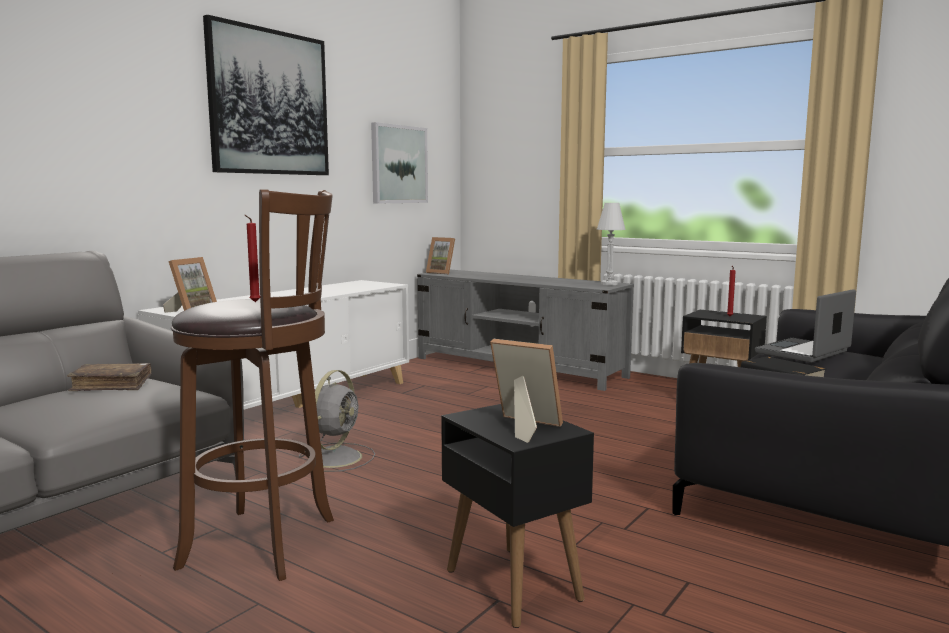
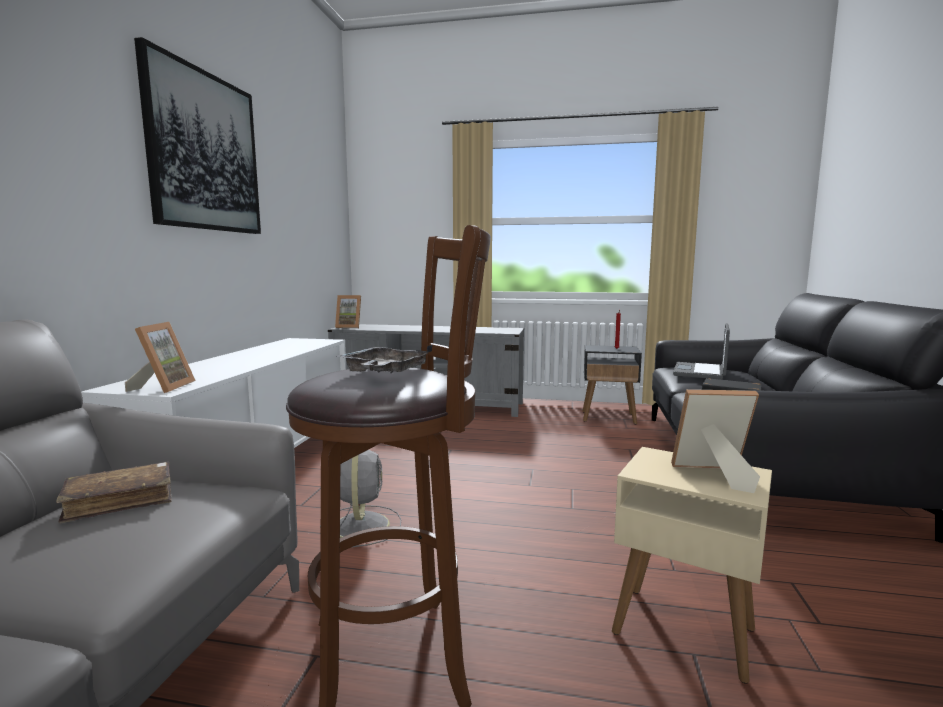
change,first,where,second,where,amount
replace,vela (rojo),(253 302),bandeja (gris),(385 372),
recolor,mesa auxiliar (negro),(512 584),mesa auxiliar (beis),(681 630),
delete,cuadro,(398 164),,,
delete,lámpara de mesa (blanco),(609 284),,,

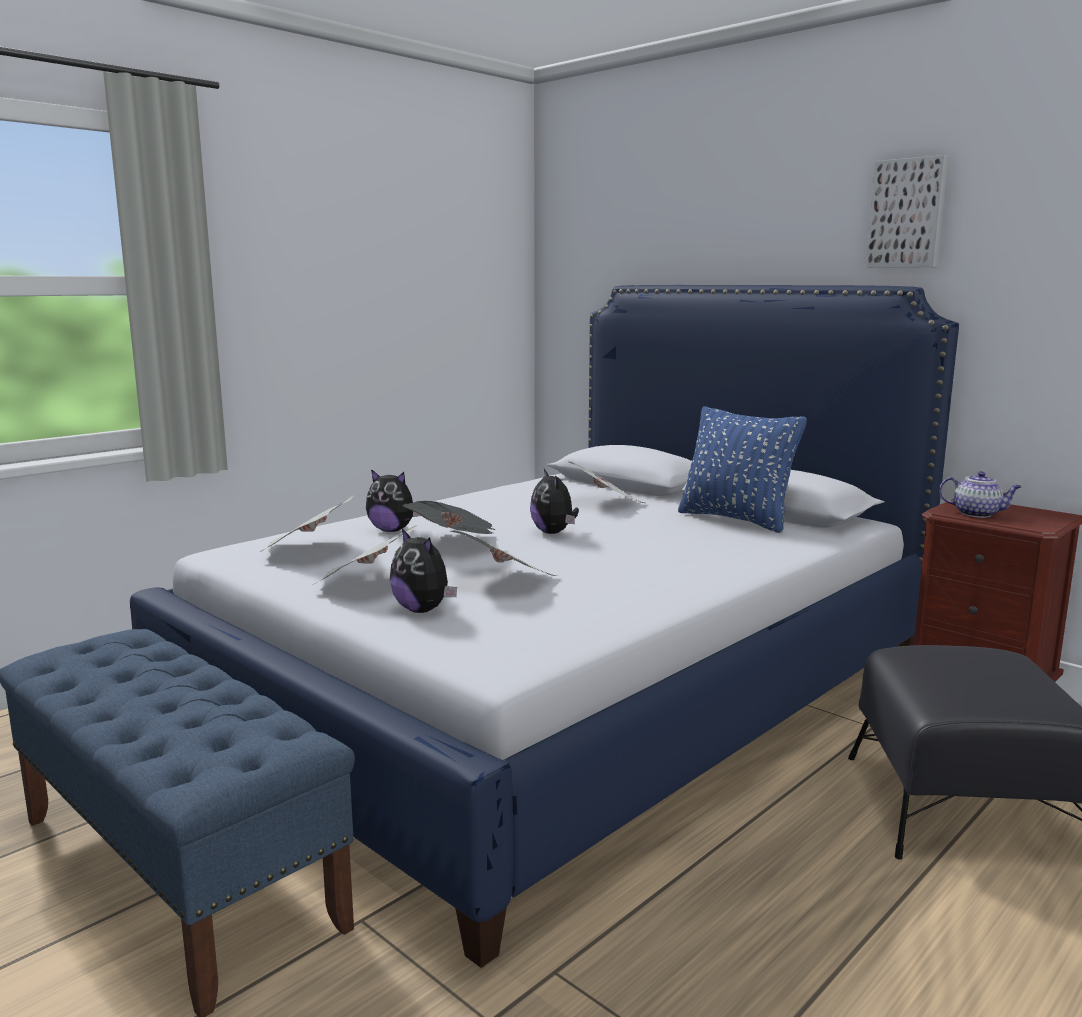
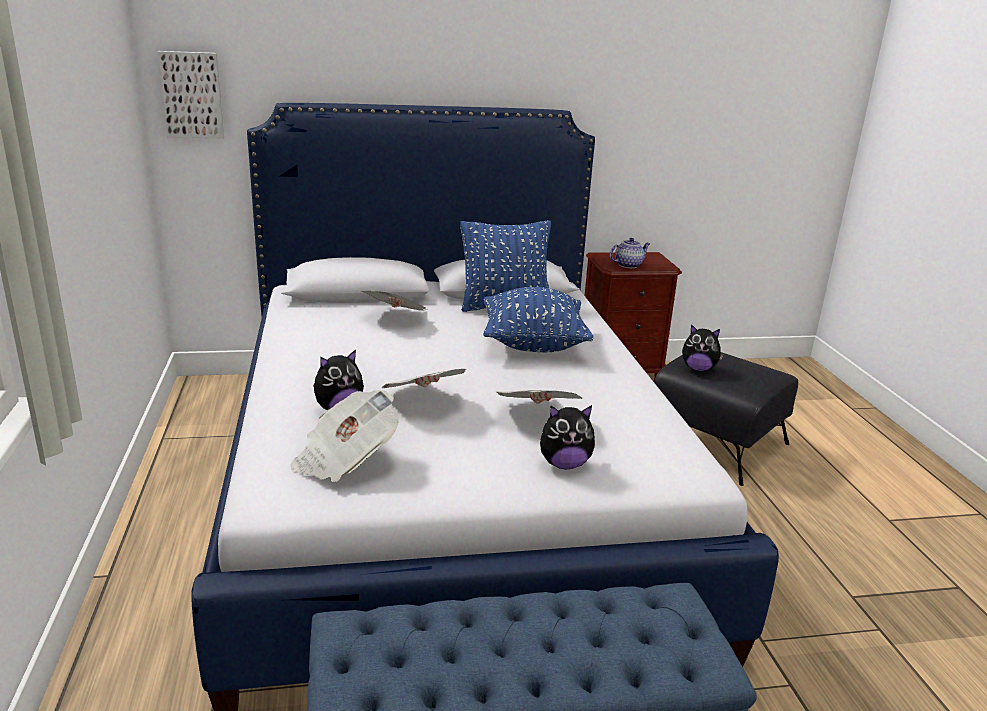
change,first,where,second,where,amount
move,cuadro,(908 214),,(192 95),
insert,,,cojín (azul),(533 344),
move,peluche,(554 532),,(698 369),
delete,periódico,(366 583),,,

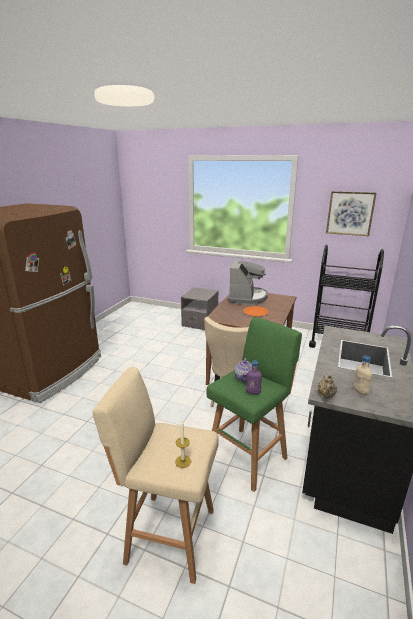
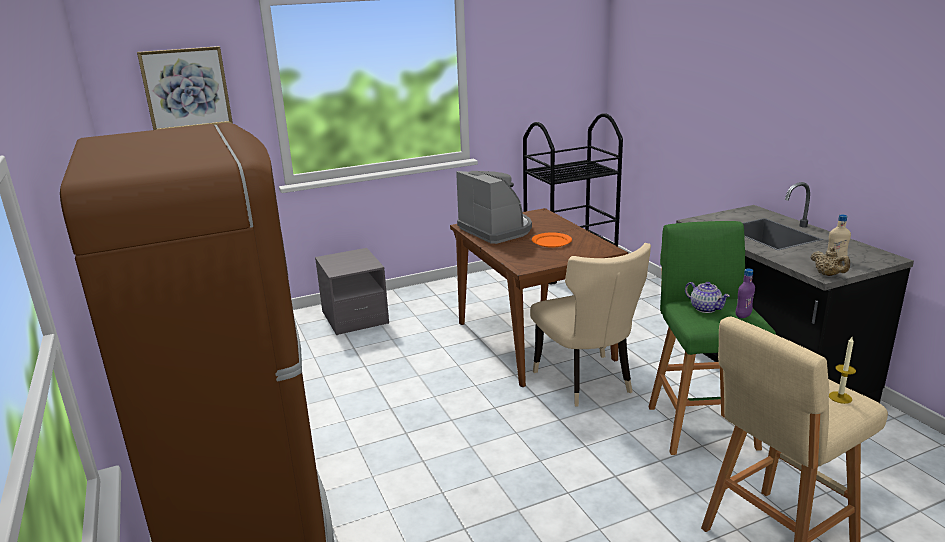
change,first,where,second,where,amount
move,cuadro,(350 213),,(186 88),

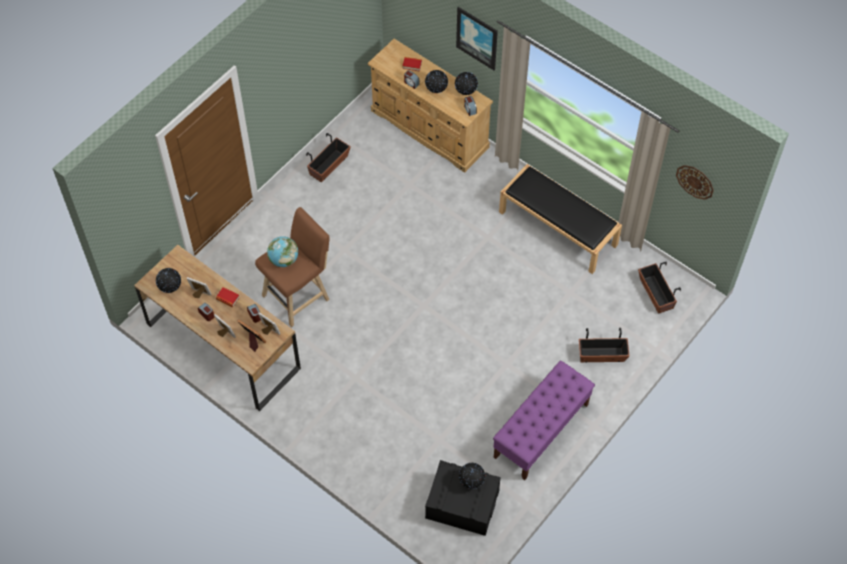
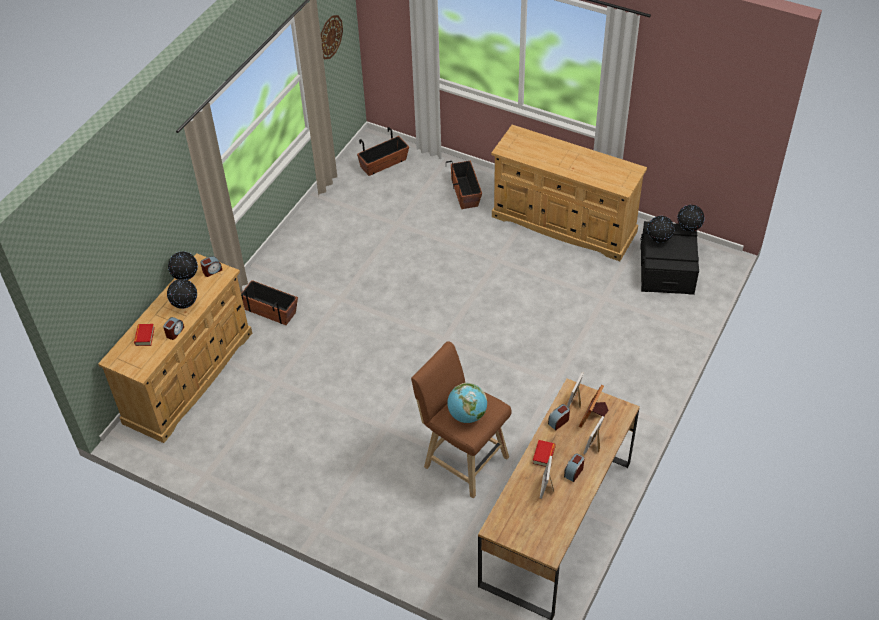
change,first,where,second,where,amount
move,maceta,(329 166),,(270 310),
replace,banco (morado),(541 431),cómoda (beis),(564 224),
move,globo terráqueo,(170 288),,(688 230),
delete,cuadro,(477 38),,,
delete,banco (negro),(558 228),,,

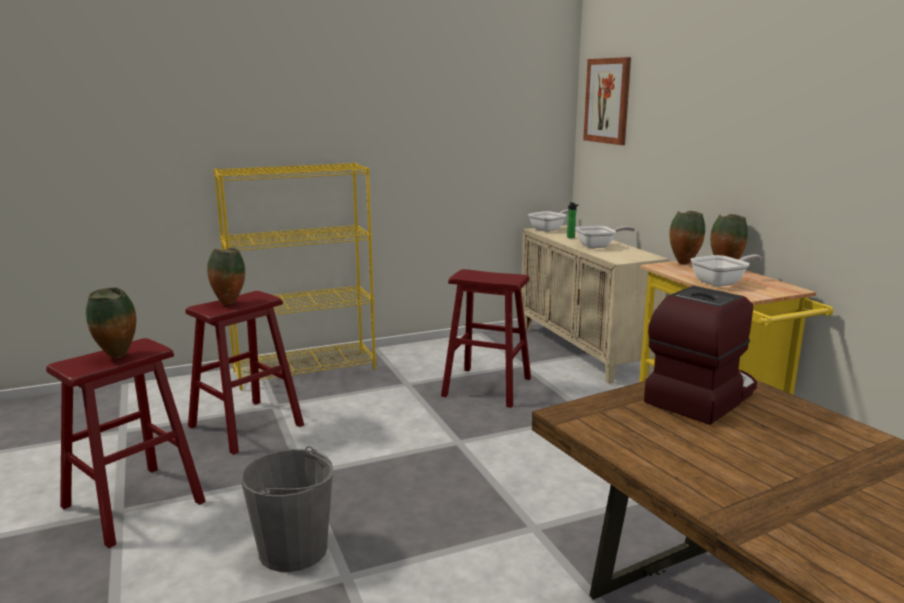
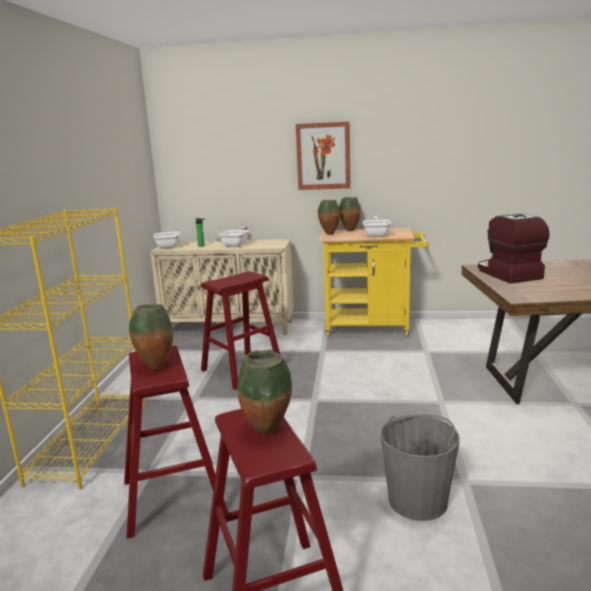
change,first,where,second,where,amount
move,cuadro,(607 101),,(323 156),

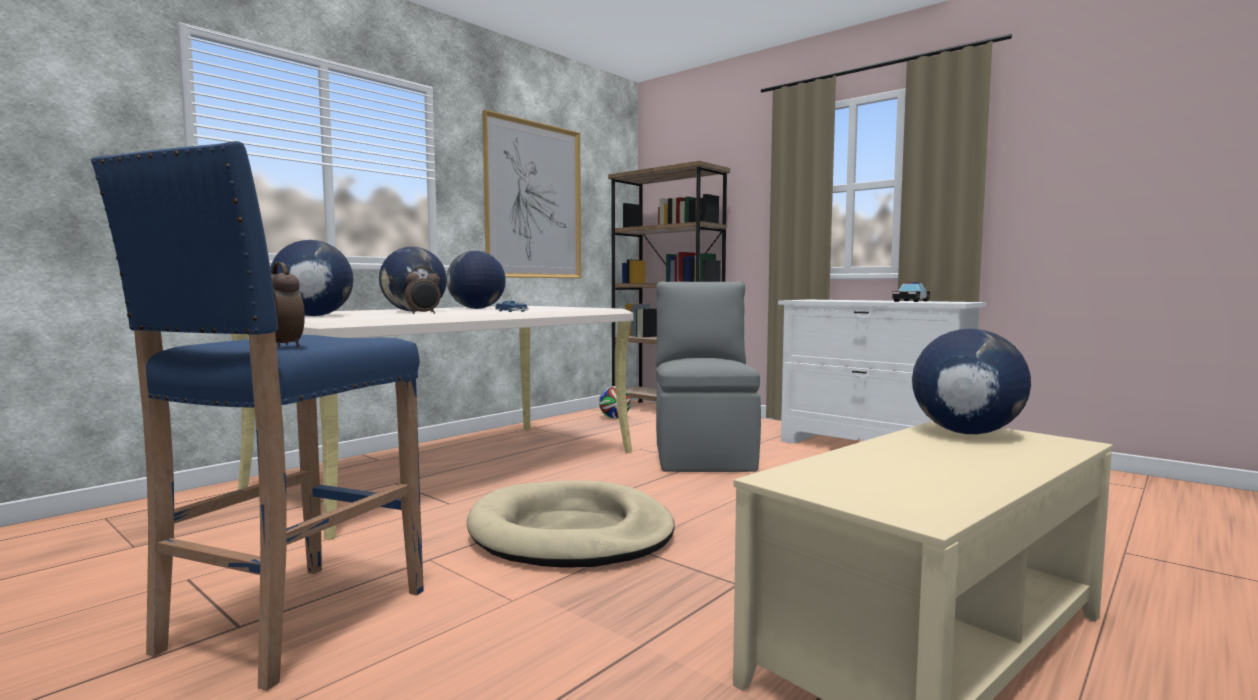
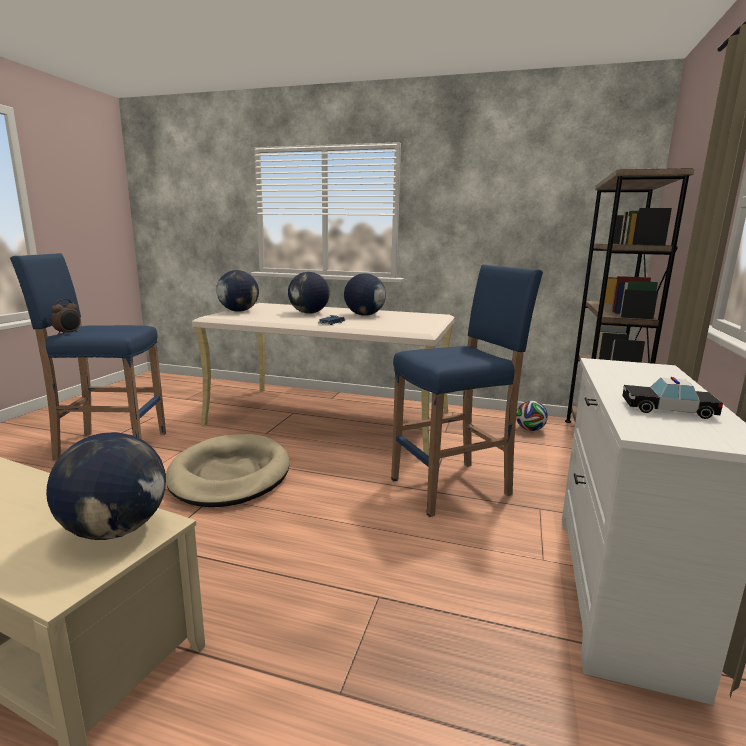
change,first,where,second,where,amount
replace,silla (gris),(703 455),taburete (azul),(453 487),
delete,despertador,(423 313),,,
delete,cuadro,(534 201),,,

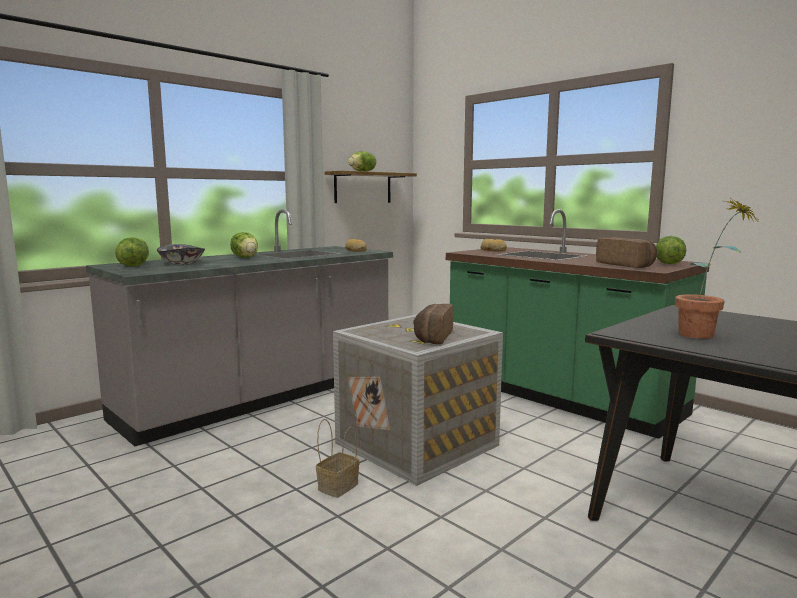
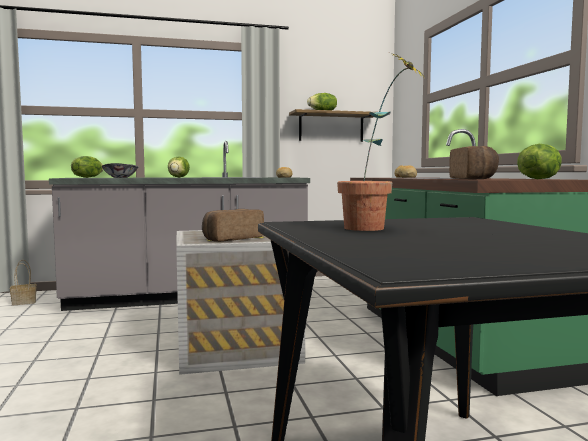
change,first,where,second,where,amount
move,cesta,(338 486),,(25 302),

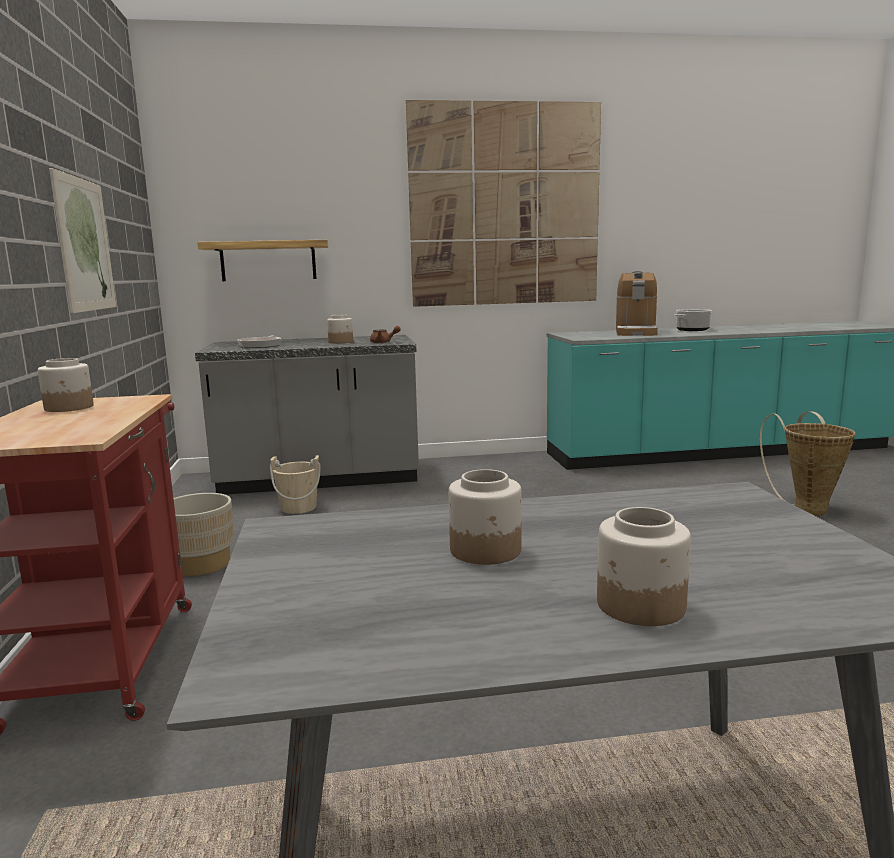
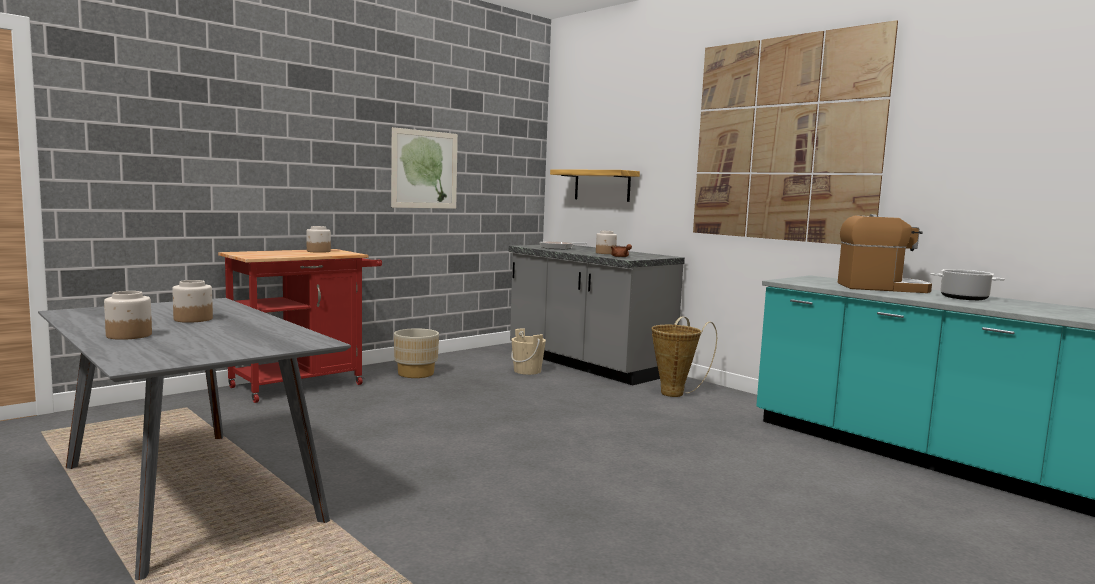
change,first,where,second,where,amount
move,cesta,(806 508),,(676 393),
rotate,cafetera,(635 332),,(881 288),150 degrees counterclockwise

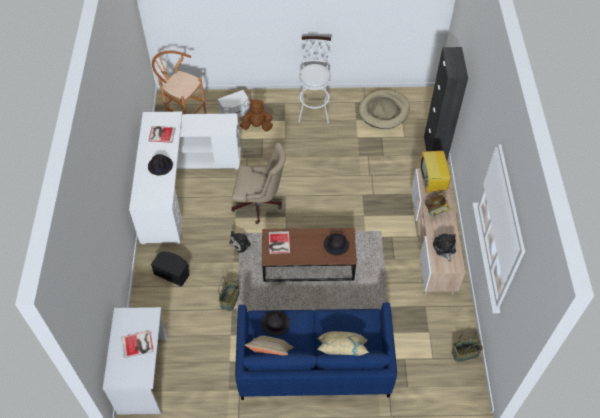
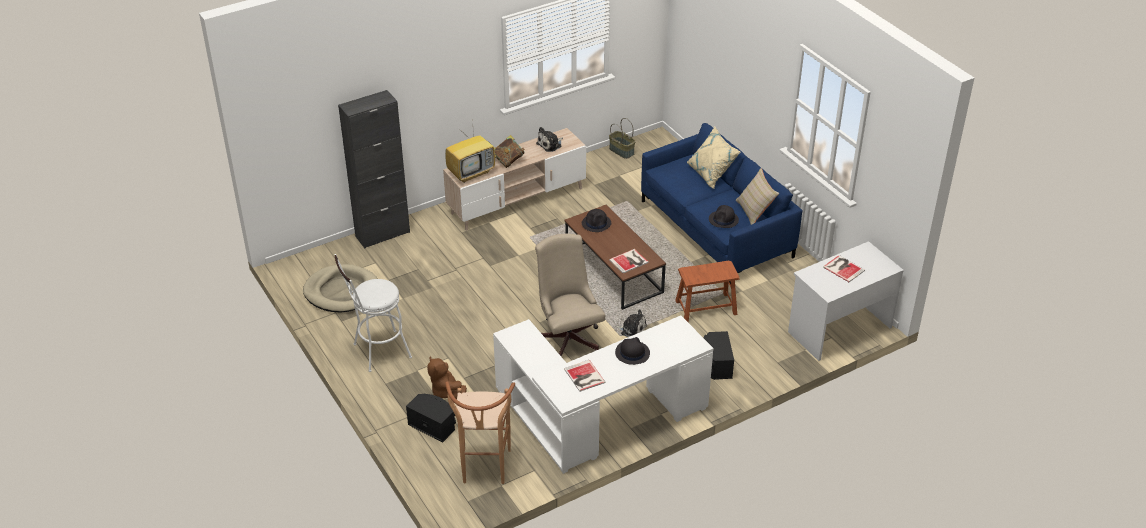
change,first,where,second,where,amount
recolor,altavoz (blanco),(235 111),altavoz (negro),(433 425),
replace,cesta,(230 299),taburete (marrón),(706 307),

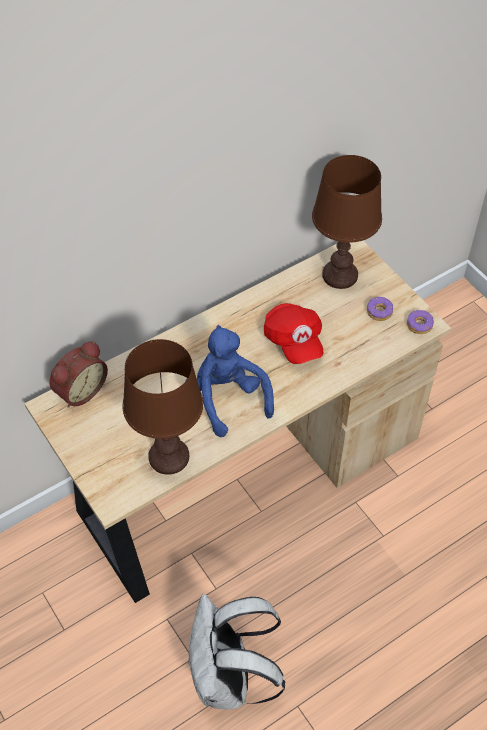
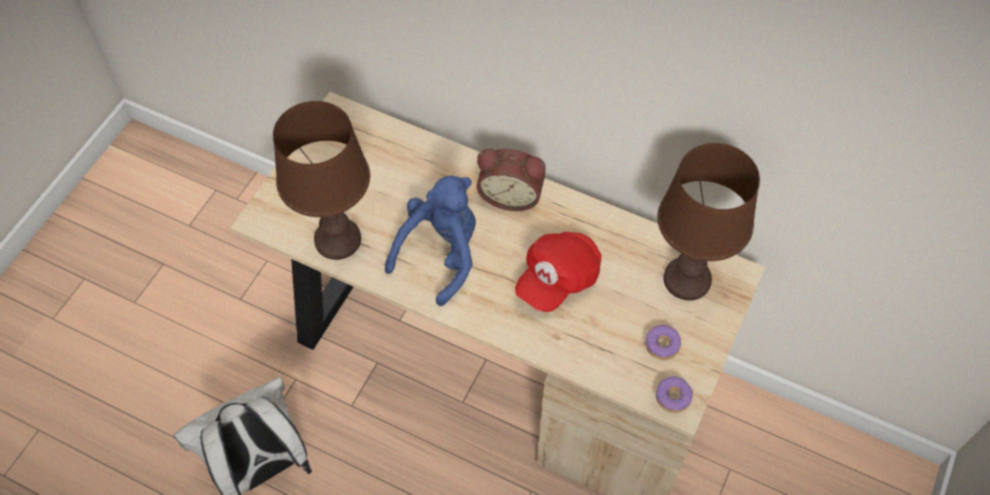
change,first,where,second,where,amount
move,despertador,(79 390),,(511 194),

